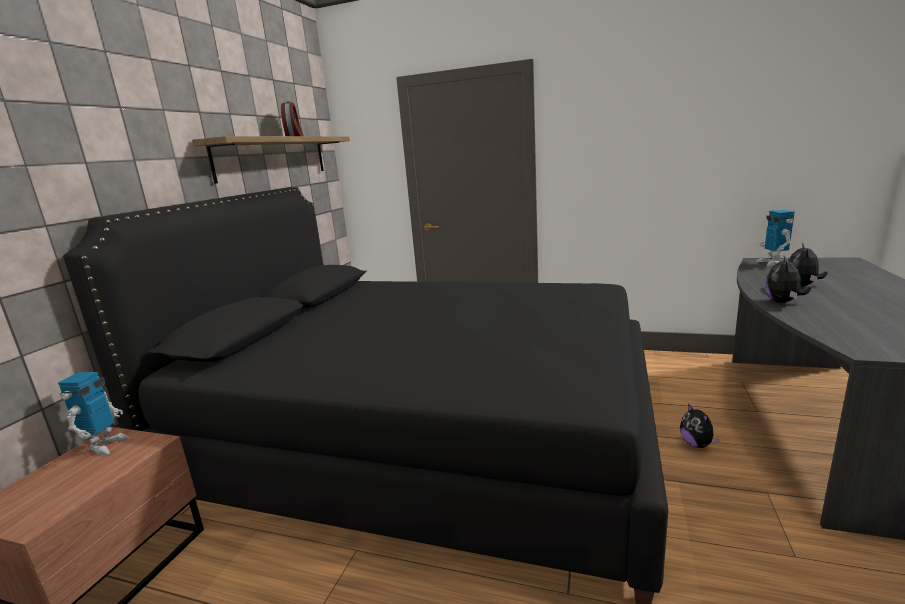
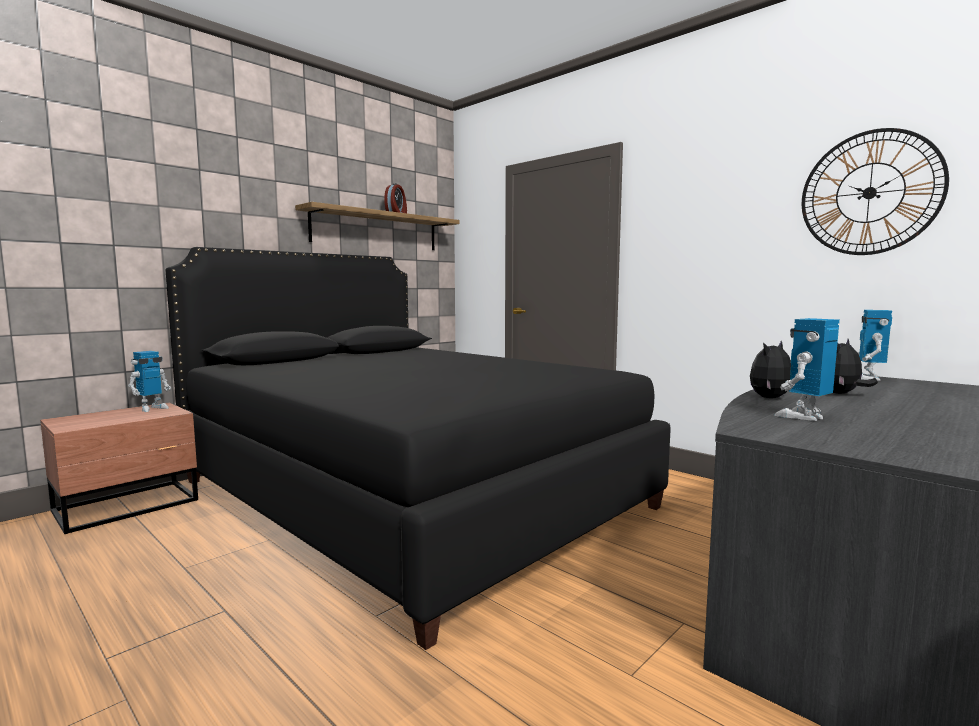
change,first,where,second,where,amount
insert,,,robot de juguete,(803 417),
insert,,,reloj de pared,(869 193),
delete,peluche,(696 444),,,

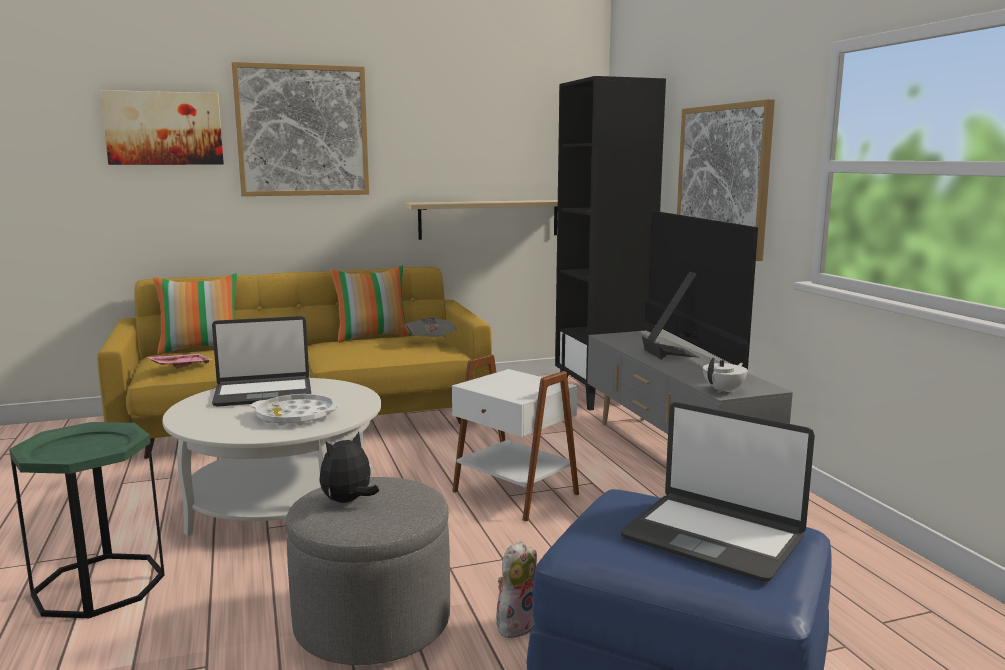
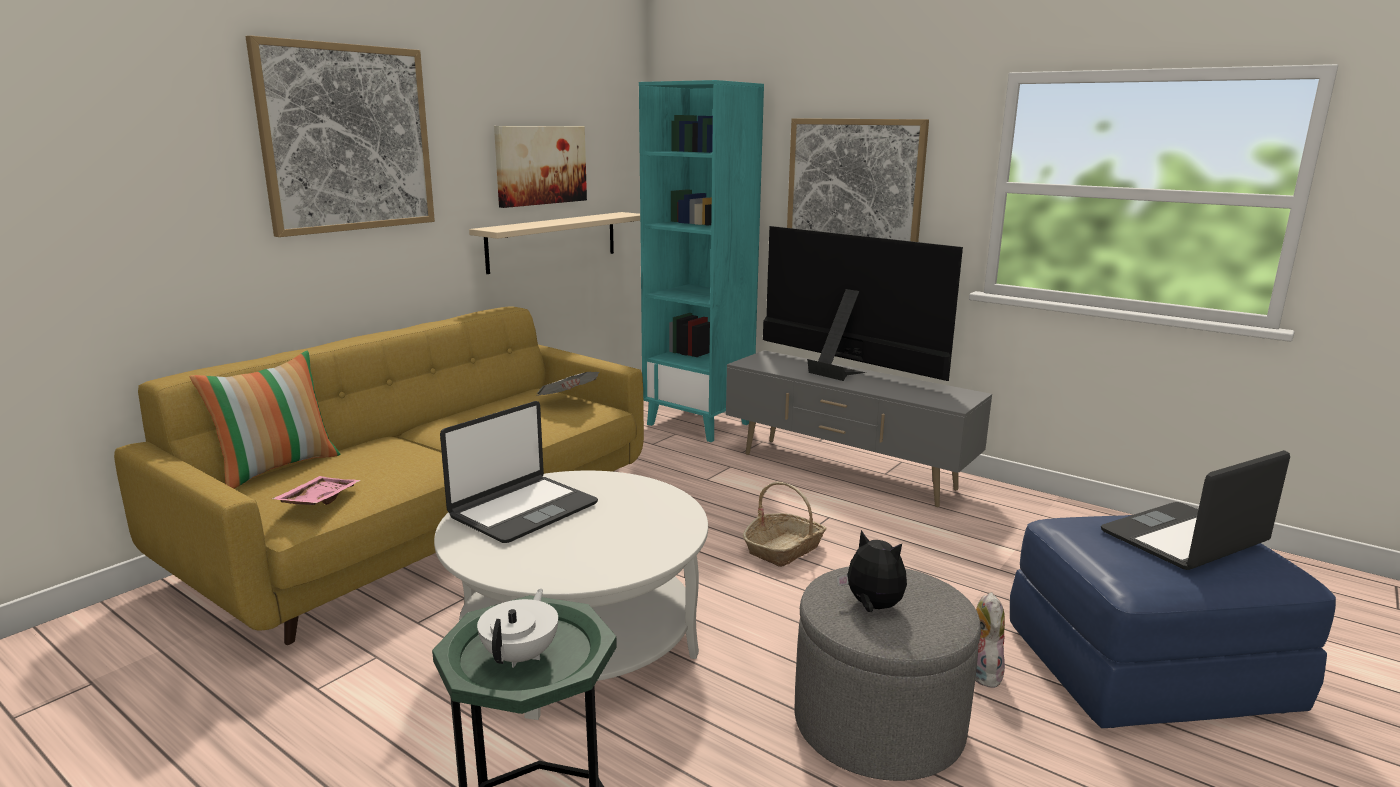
change,first,where,second,where,amount
move,tetera (blanco),(724 390),,(521 655),
move,cuadro,(164 128),,(540 165),
recolor,estantería (negro),(602 396),estantería (turquesa),(699 424),
replace,mesa auxiliar (blanco),(513 493),cesta,(784 549),
rotate,peluche,(348 501),,(872 607),120 degrees clockwise
rotate,portátil,(713 537),,(1185 539),150 degrees clockwise
delete,bandeja (blanco),(296 416),,,
delete,cojín,(372 336),,,

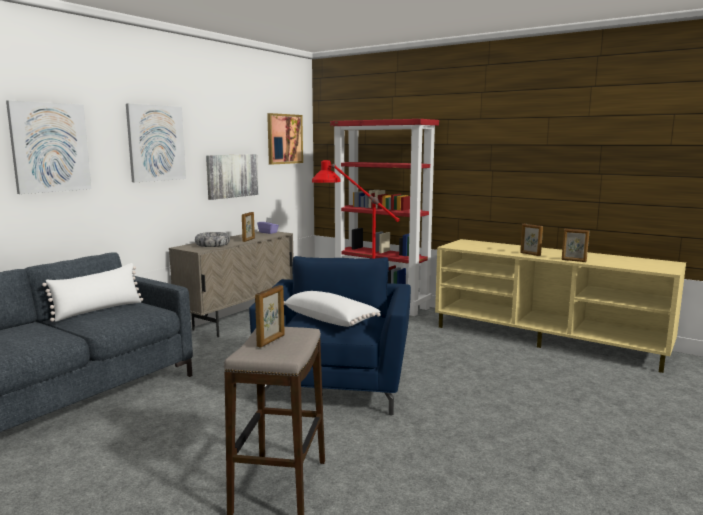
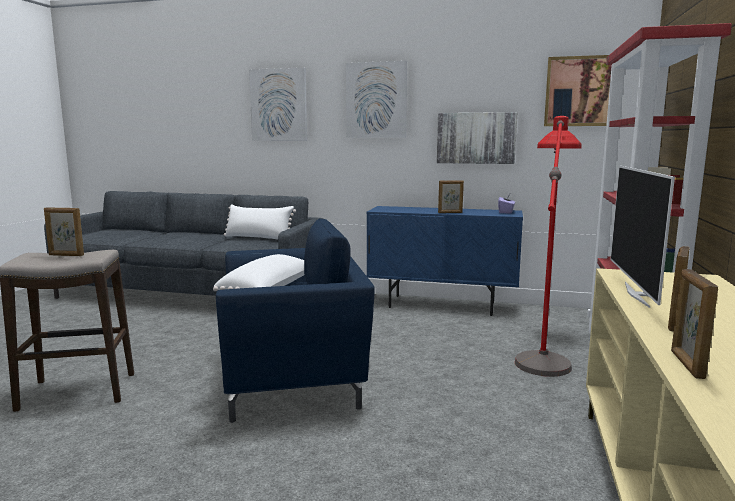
change,first,where,second,where,amount
recolor,armario (beis),(239 321),armario (azul),(442 305),
insert,,,televisor,(638 294),
delete,cuenco,(212 245),,,

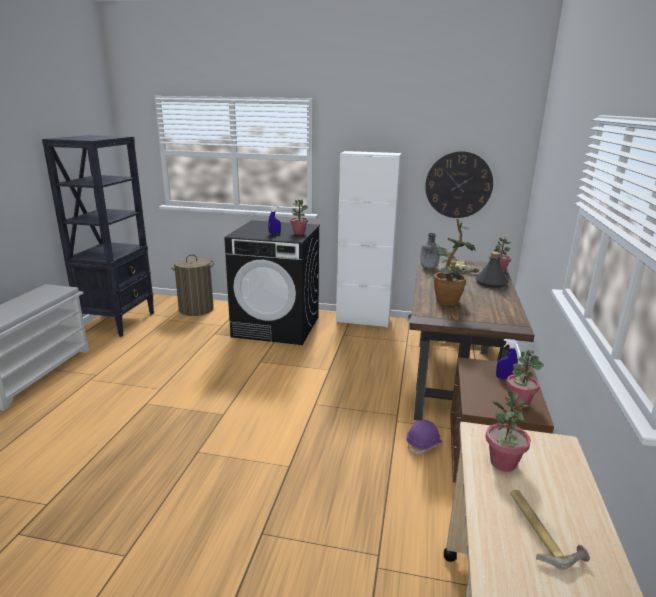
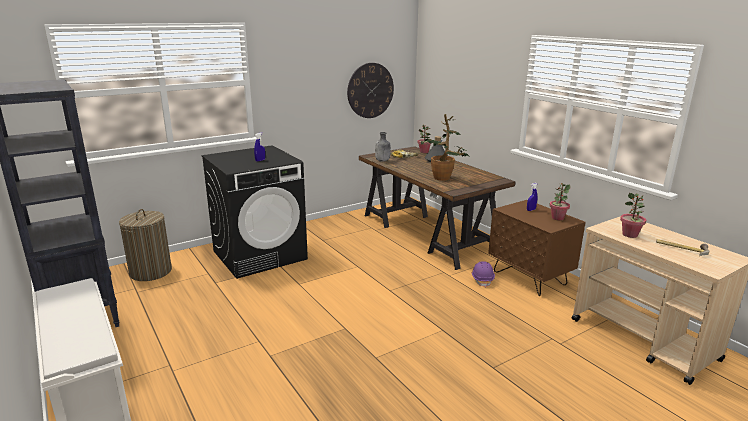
change,first,where,second,where,amount
delete,planta en maceta,(299 233),,,
delete,armario (blanco),(363 320),,,

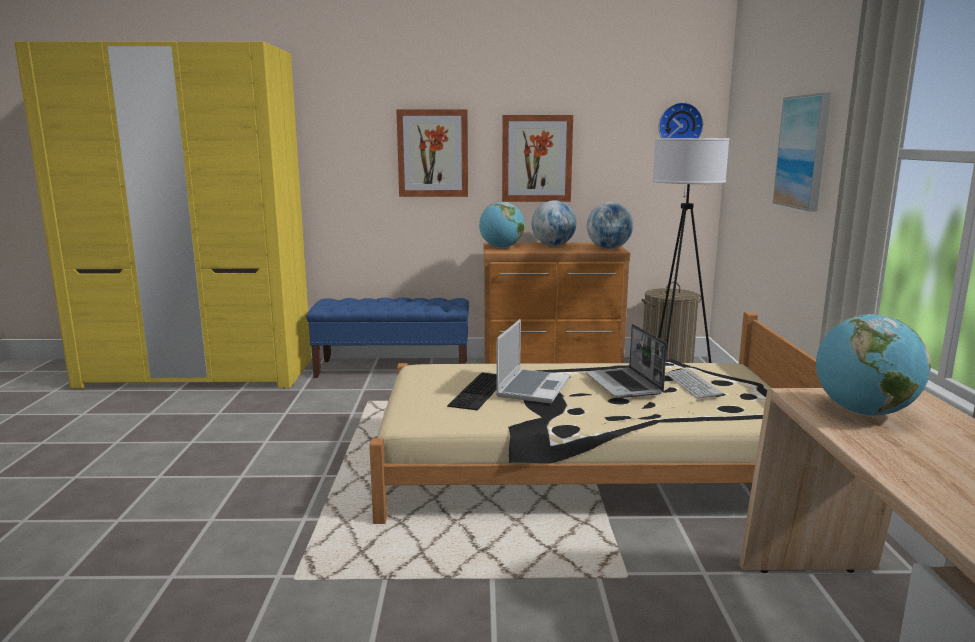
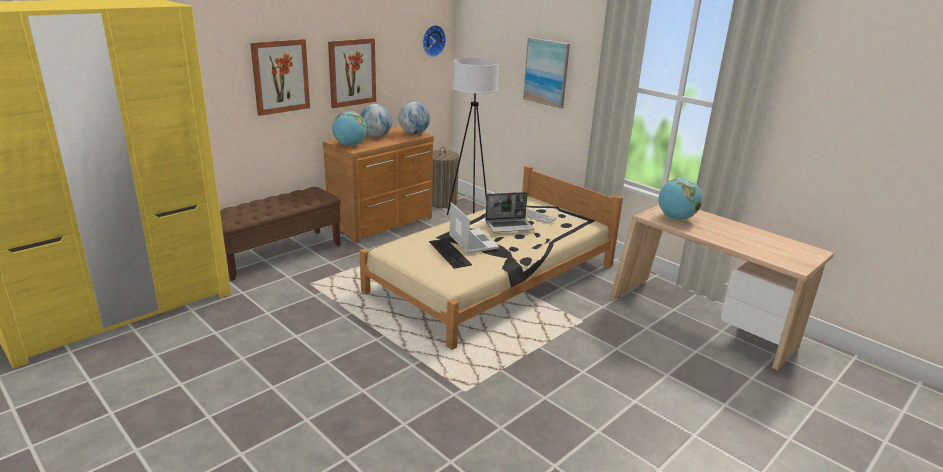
change,first,where,second,where,amount
recolor,banco (azul),(393 368),banco (marrón),(278 254),
rotate,portátil,(624 385),,(509 226),45 degrees counterclockwise

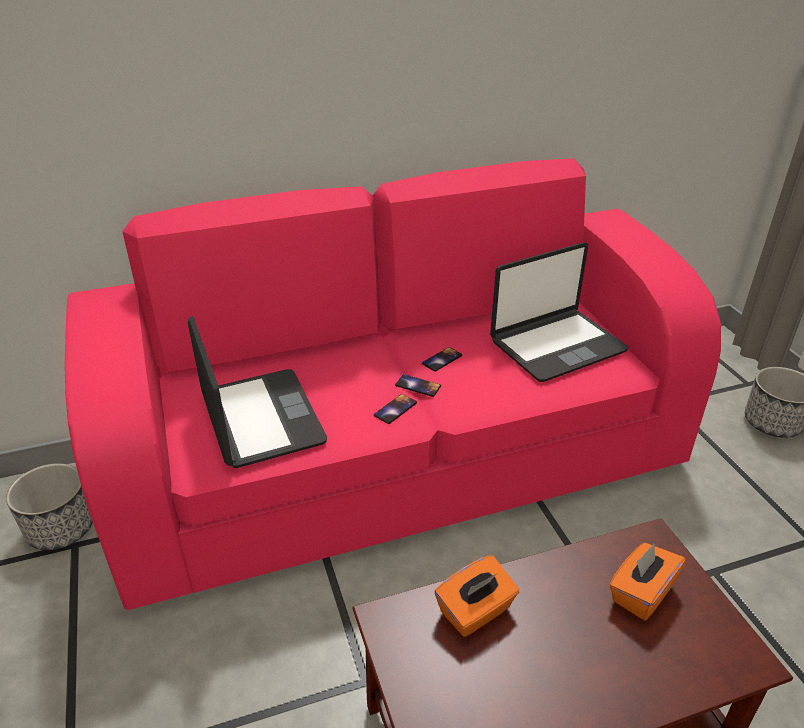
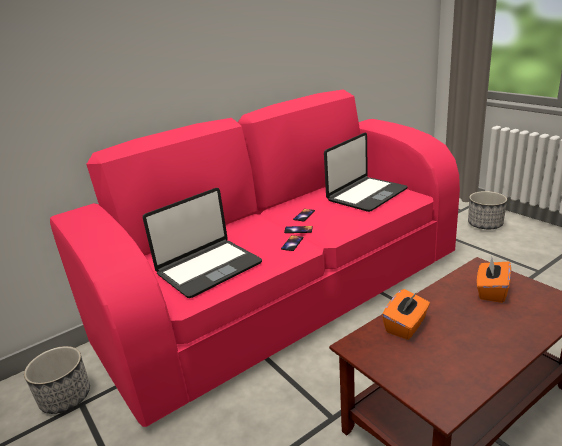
change,first,where,second,where,amount
rotate,portátil,(260 419),,(208 268),90 degrees clockwise

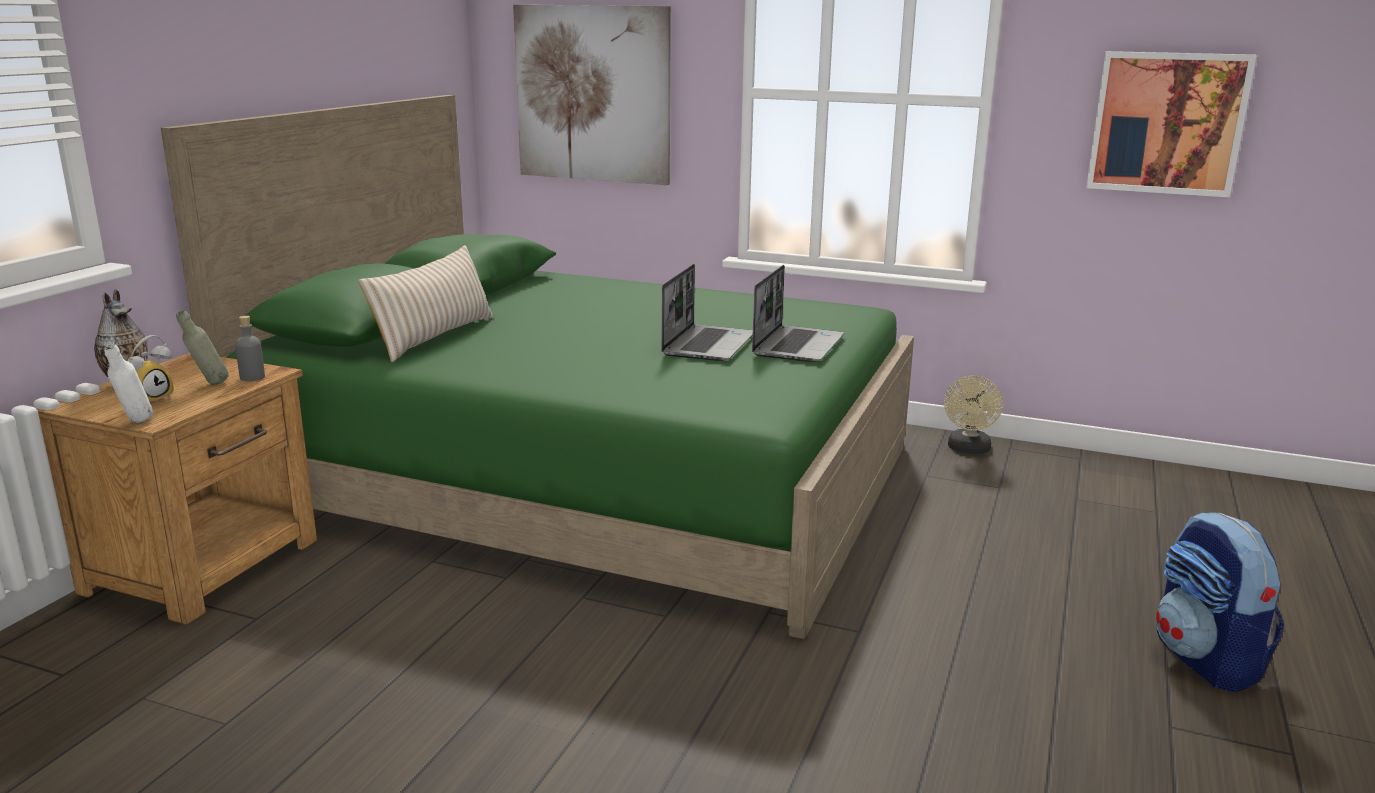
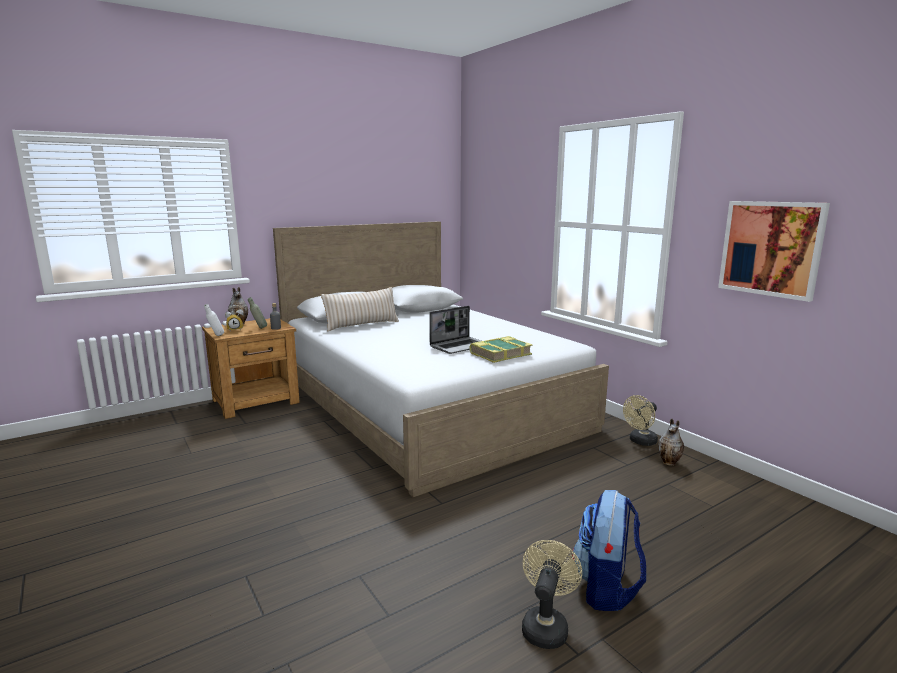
change,first,where,second,where,amount
recolor,cama (verde),(590 476),cama (blanco),(429 405),
replace,portátil,(797 345),libro,(500 354),
insert,,,ventilador (beis),(546 625),
insert,,,florero,(669 463),
delete,cuadro,(592 94),,,

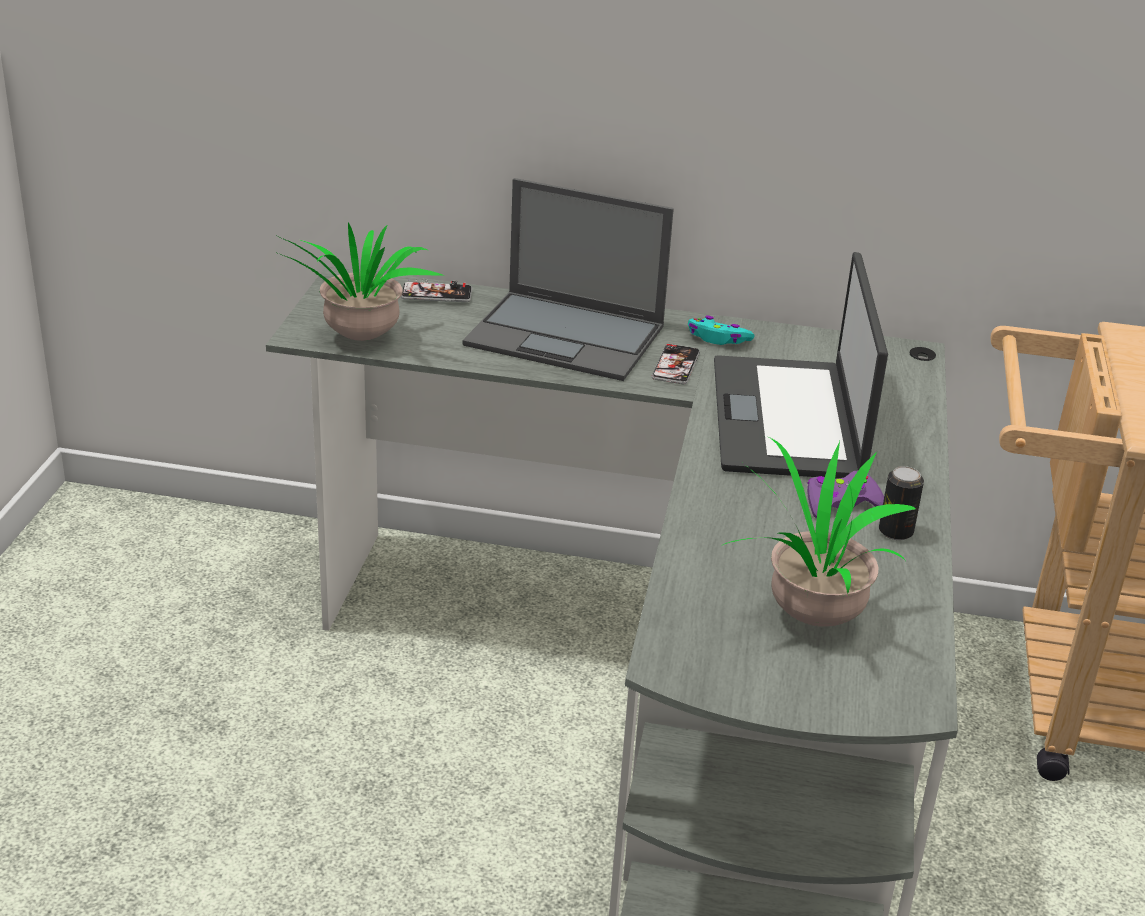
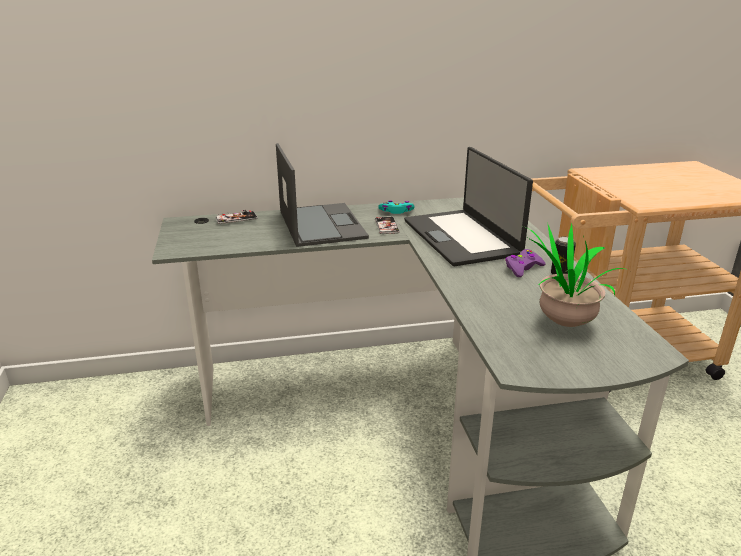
change,first,where,second,where,amount
rotate,portátil,(567 336),,(321 224),105 degrees counterclockwise
delete,planta en maceta,(360 341),,,

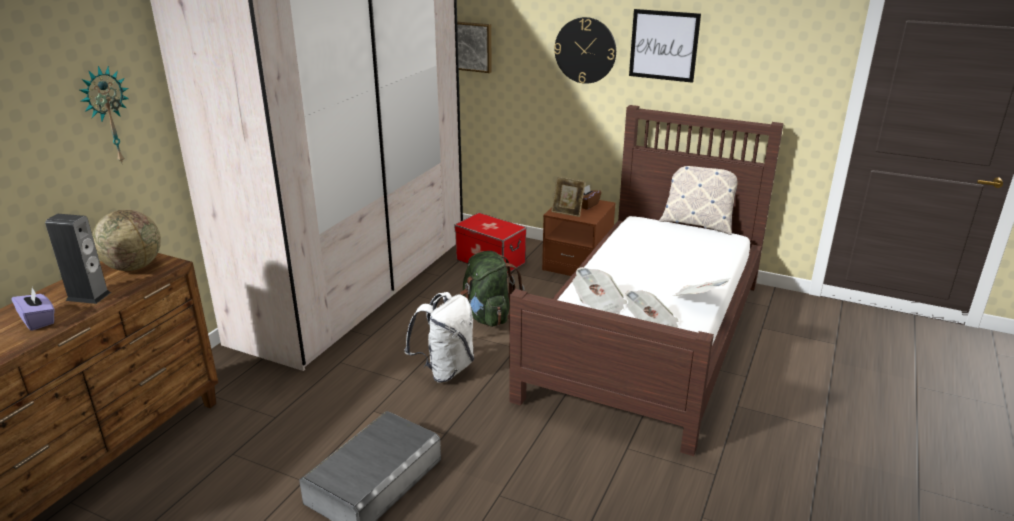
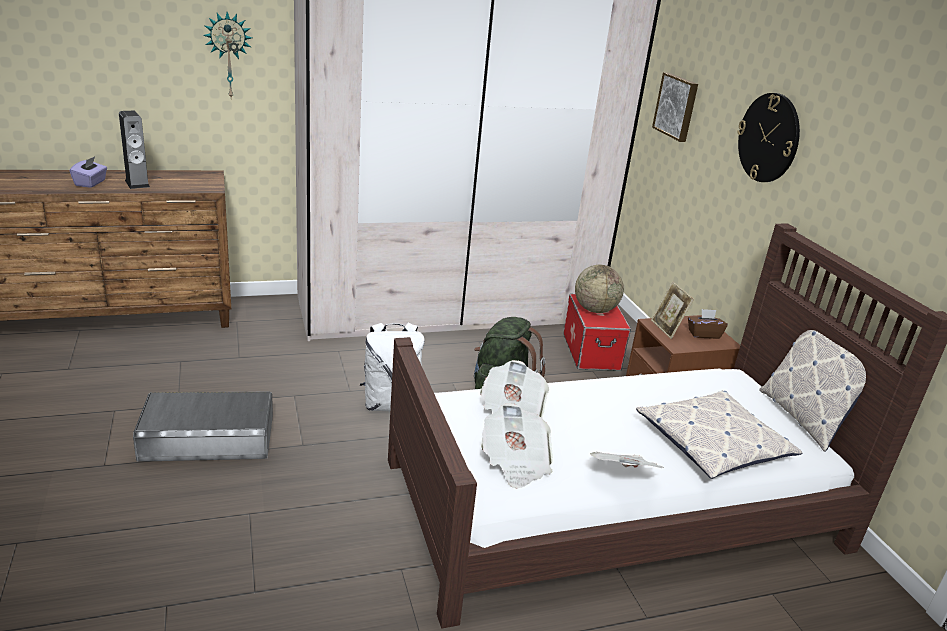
change,first,where,second,where,amount
move,globo terráqueo,(133 267),,(595 310),
insert,,,cojín,(713 443),
delete,cuadro,(664 45),,,

